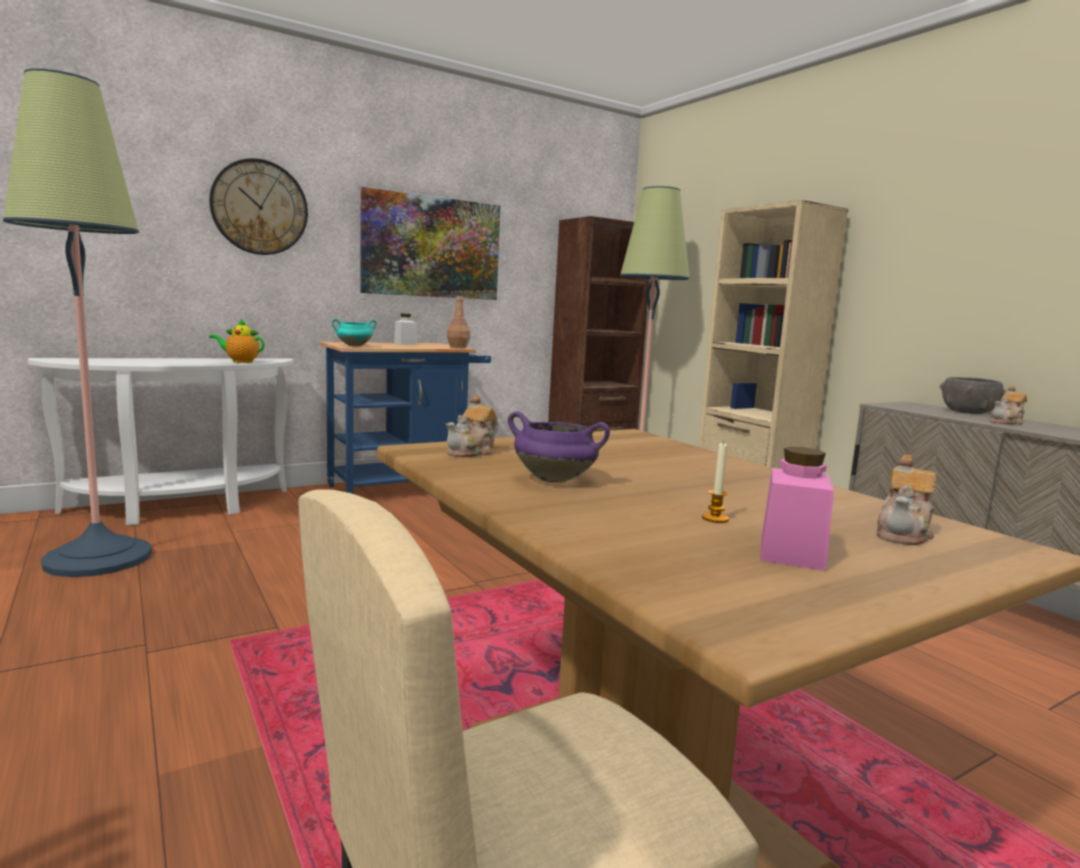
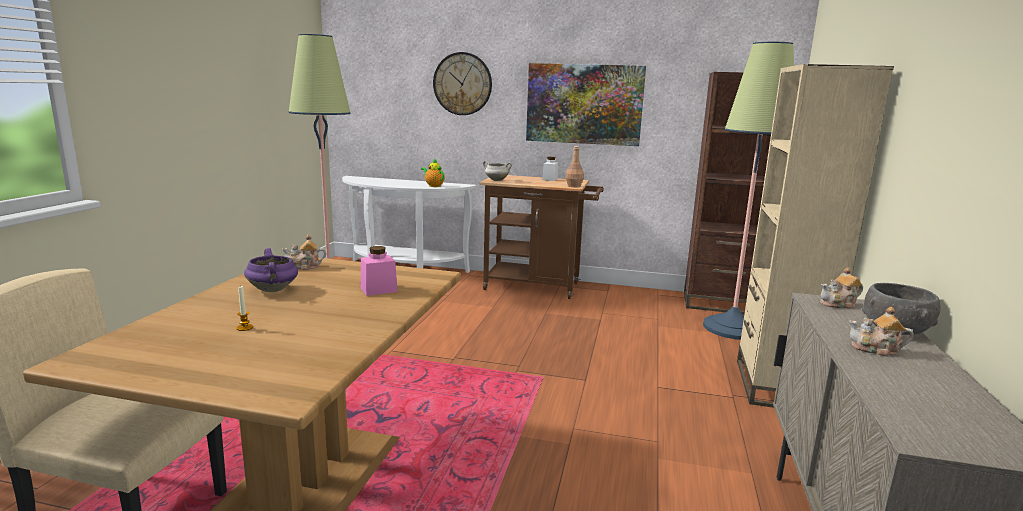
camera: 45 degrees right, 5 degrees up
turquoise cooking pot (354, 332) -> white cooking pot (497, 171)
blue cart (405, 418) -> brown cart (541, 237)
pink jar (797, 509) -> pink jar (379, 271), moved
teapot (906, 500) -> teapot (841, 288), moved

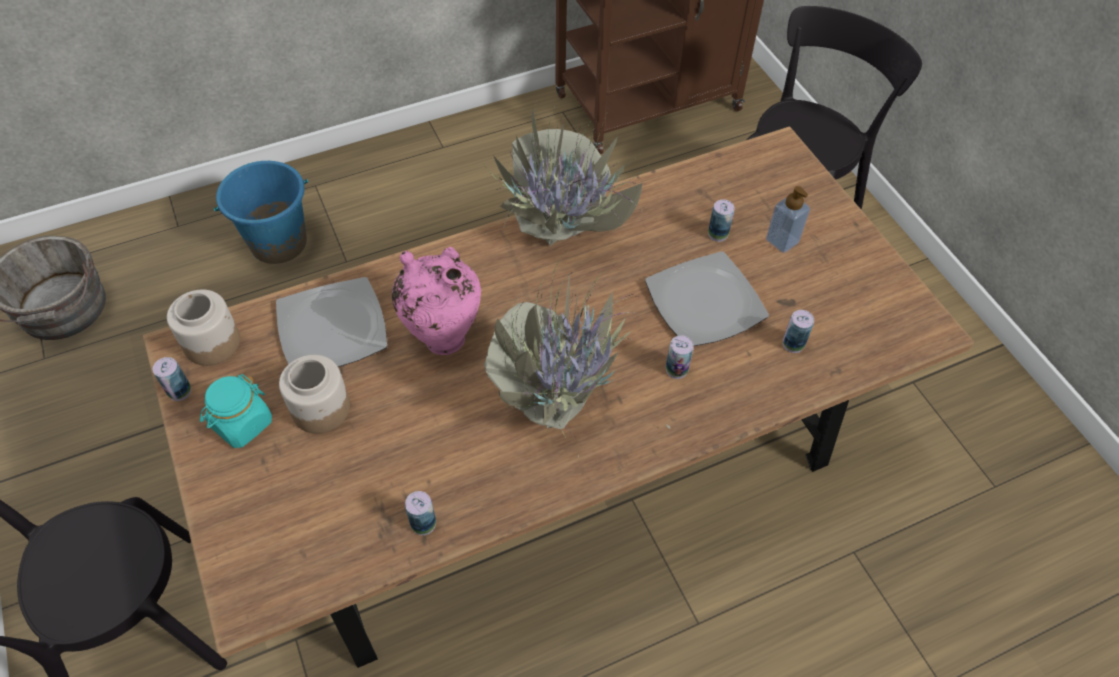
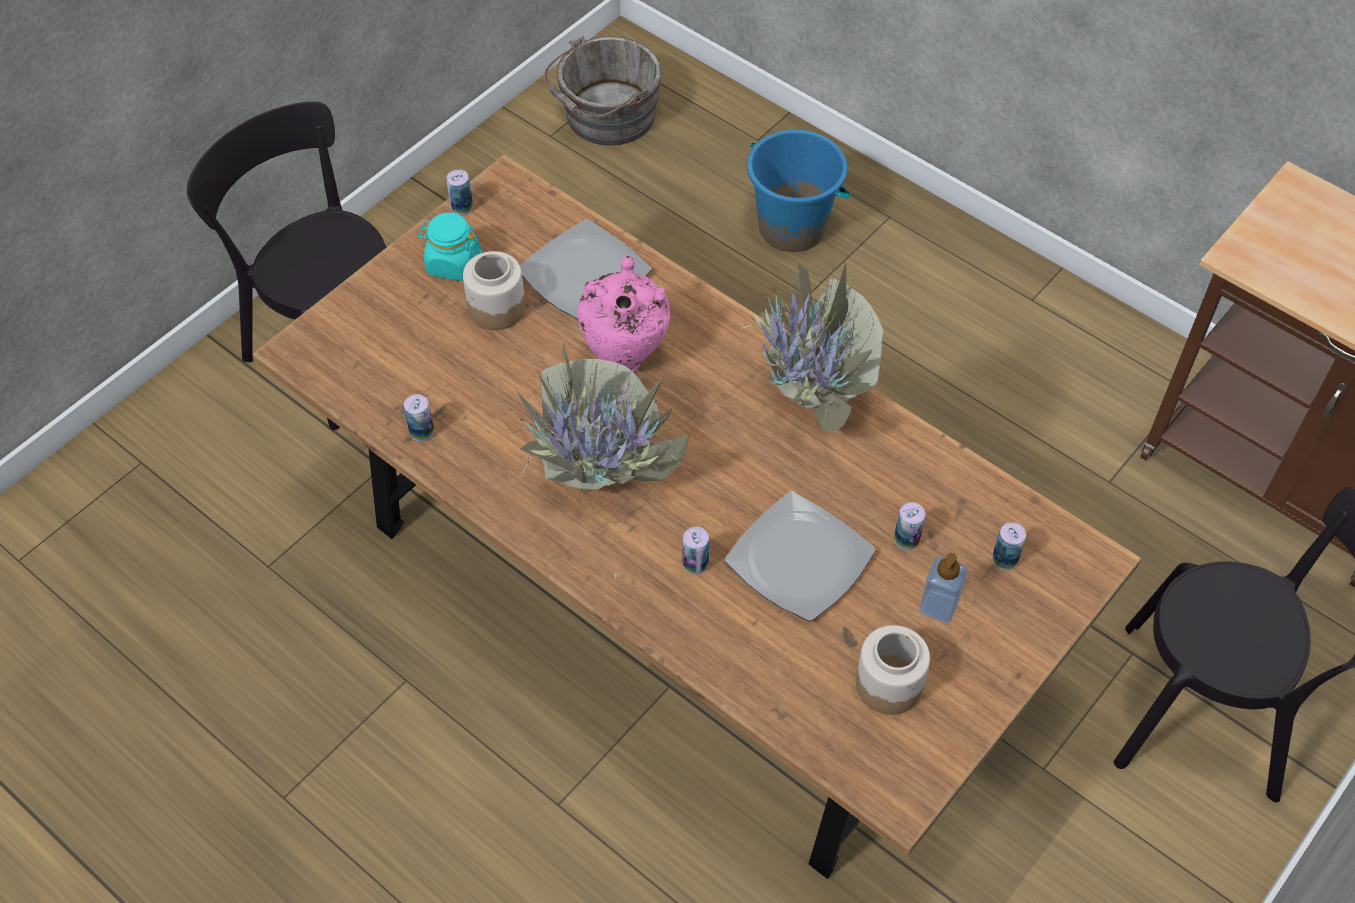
camera: 65 degrees right, 0 degrees up
jar (203, 327) -> jar (893, 670), moved
can (798, 331) -> can (1009, 546), moved

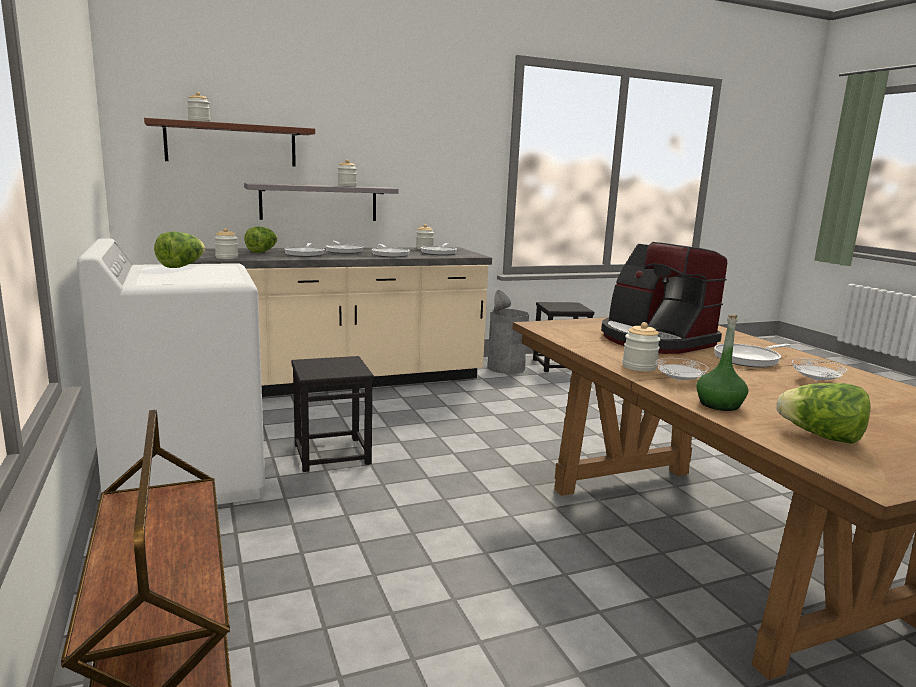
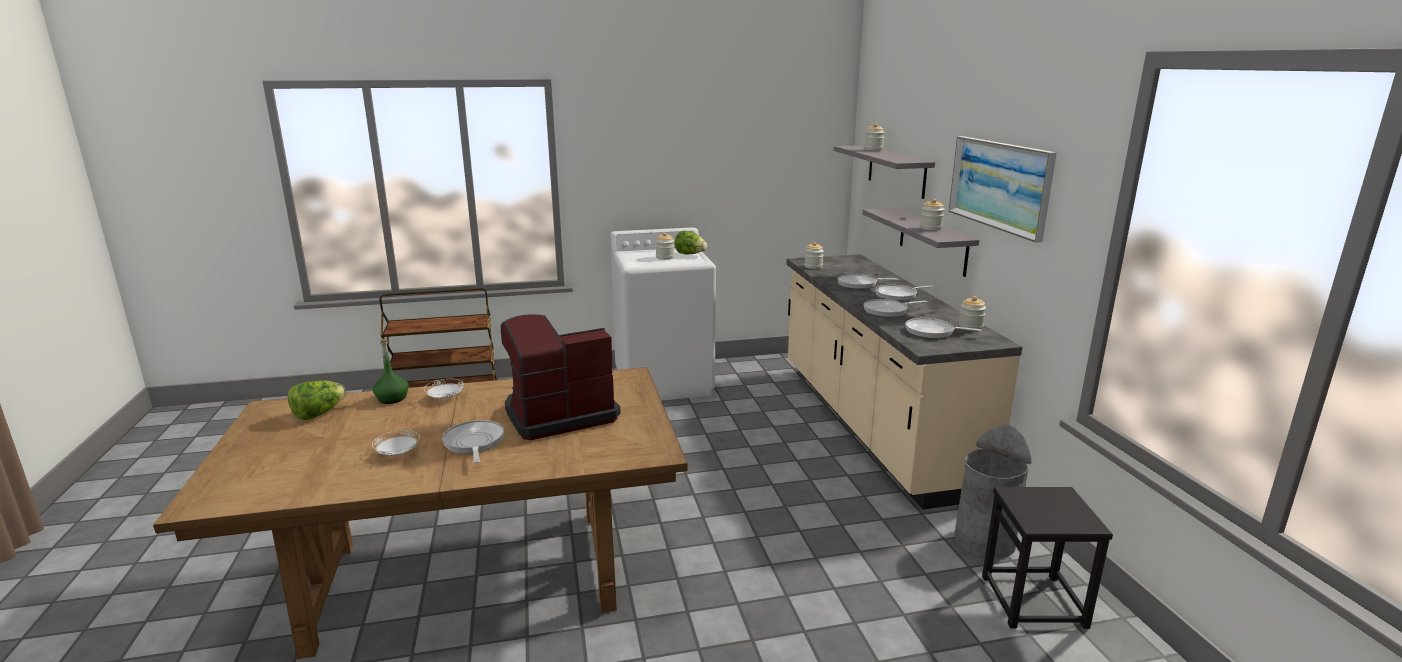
camera: 100 degrees right, 5 degrees up
brown shelf (229, 142) -> grey shelf (884, 172)
lettuce (261, 239) -> none
jar (641, 347) -> jar (664, 246), moved
black stool (332, 414) -> none
none -> picture (1003, 189)

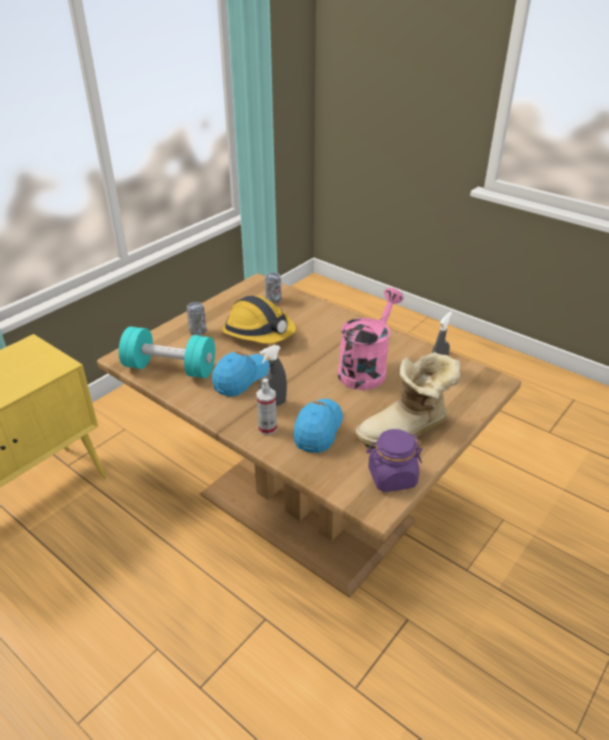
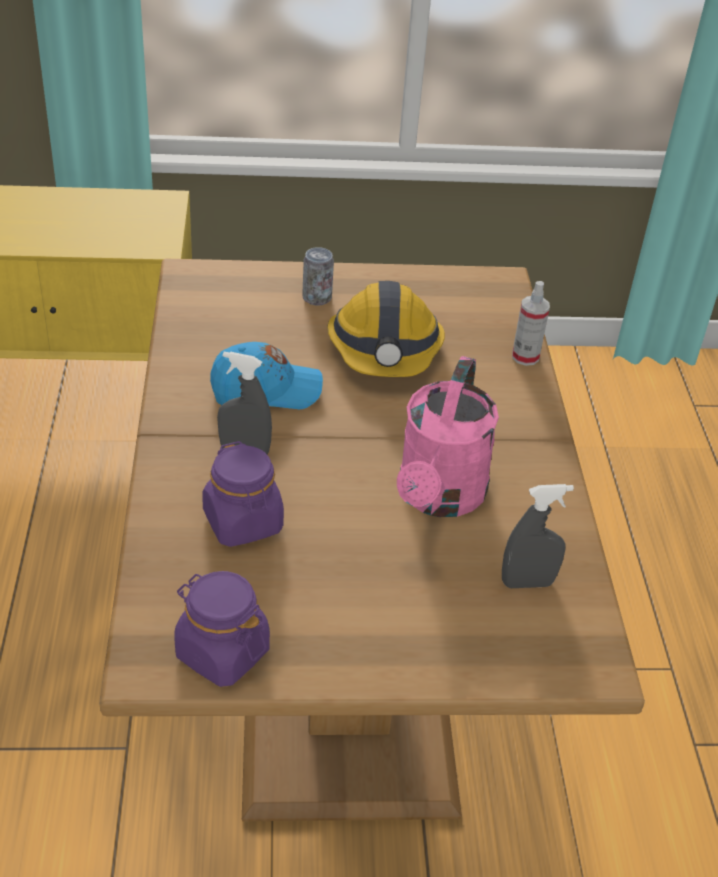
camera: 45 degrees right, 5 degrees up
can (273, 288) -> none
pink watering can (371, 339) -> pink watering can (448, 436), 120 degrees clockwise
turquoise dumbbell (167, 352) -> none
boot (408, 400) -> none
spray bottle (266, 406) -> spray bottle (531, 323), moved
blue cap (318, 426) -> purple jar (243, 494)

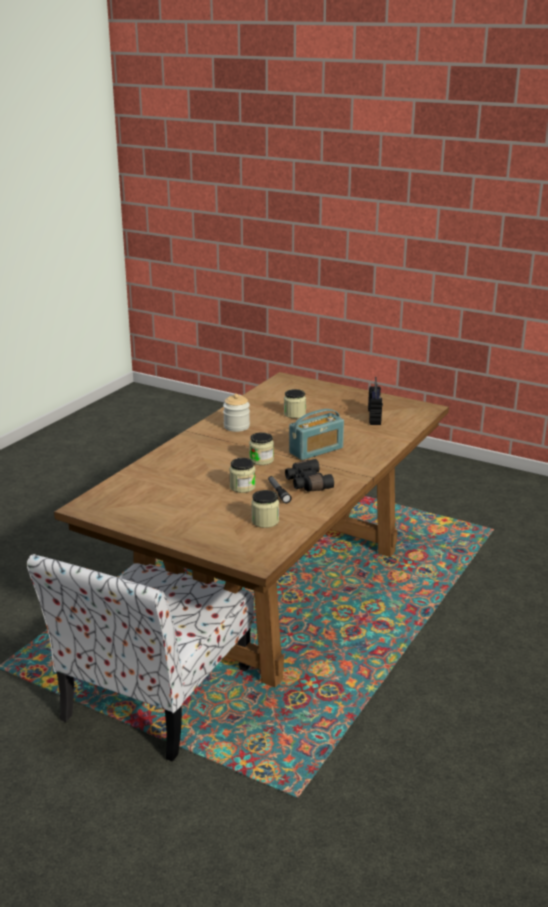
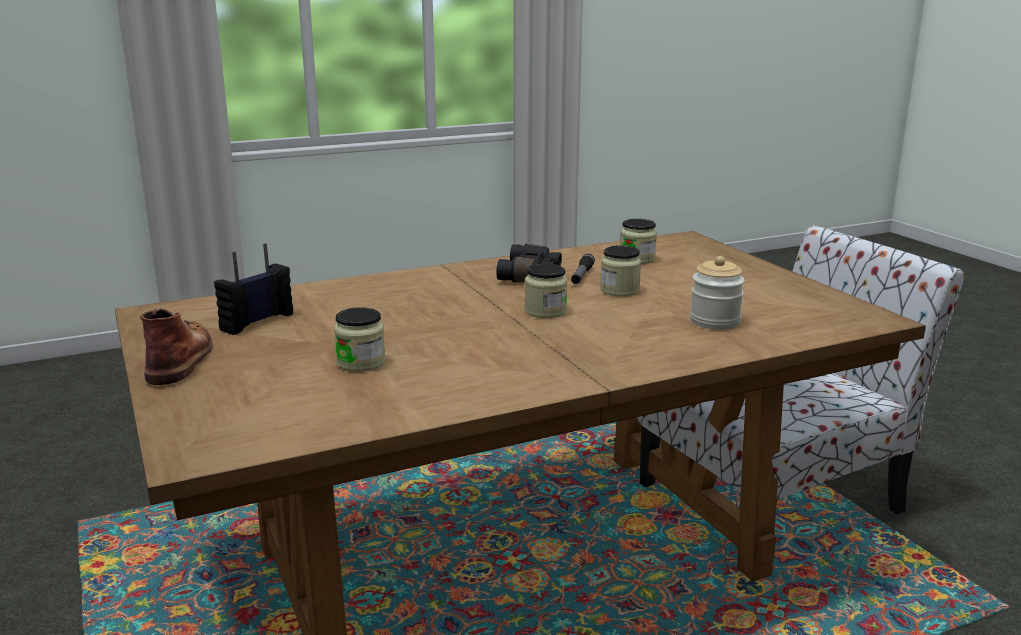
camera: 145 degrees left, 5 degrees down
jar (236, 413) -> jar (717, 293), moved
radio (316, 434) -> none
none -> brown boot (176, 346)

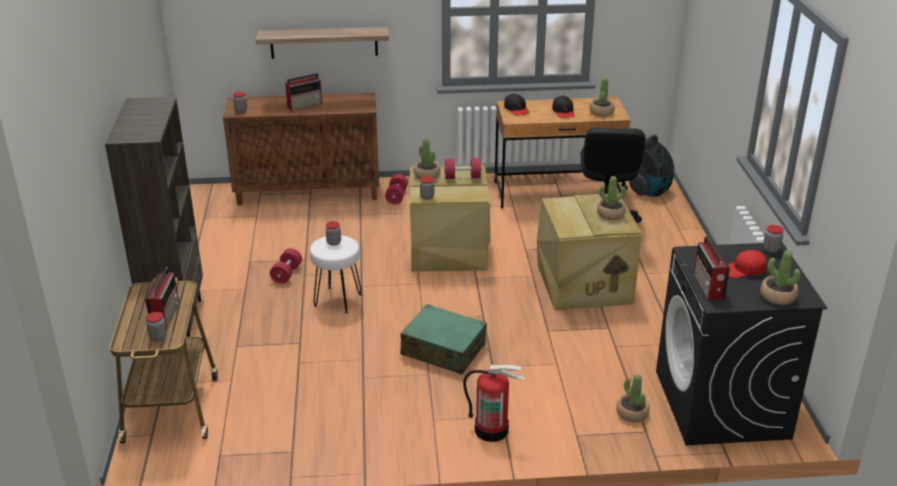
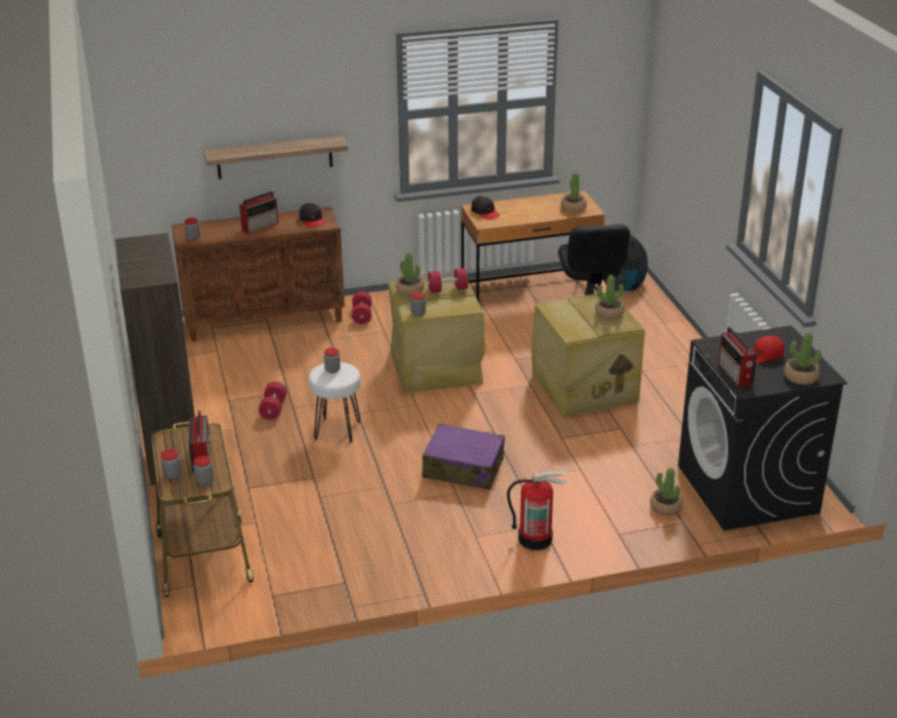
camera: 10 degrees left, 0 degrees up
black cap (563, 107) -> black cap (311, 215), moved
jar (773, 239) -> jar (171, 464), moved
green suitcase (444, 339) -> purple suitcase (463, 456)

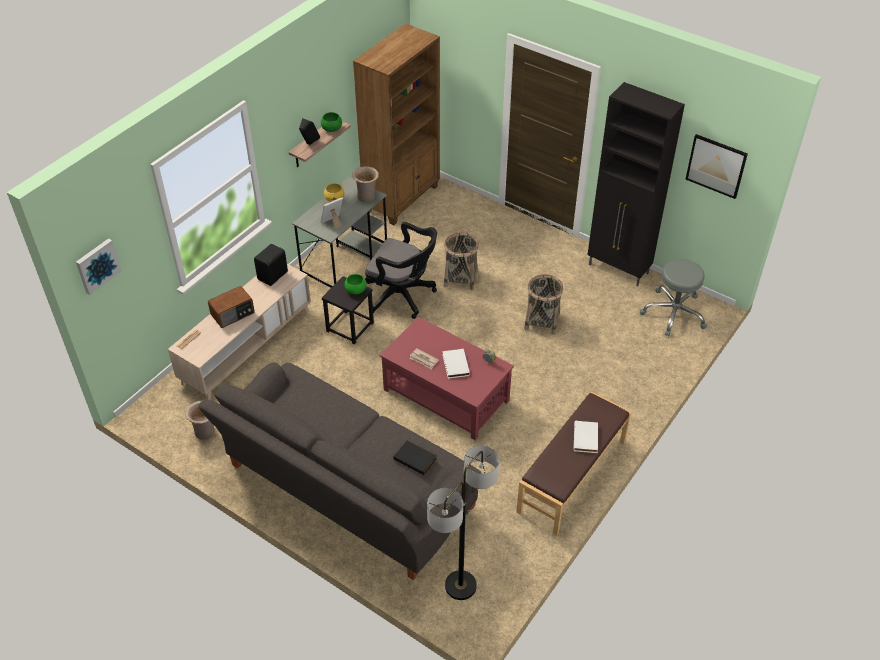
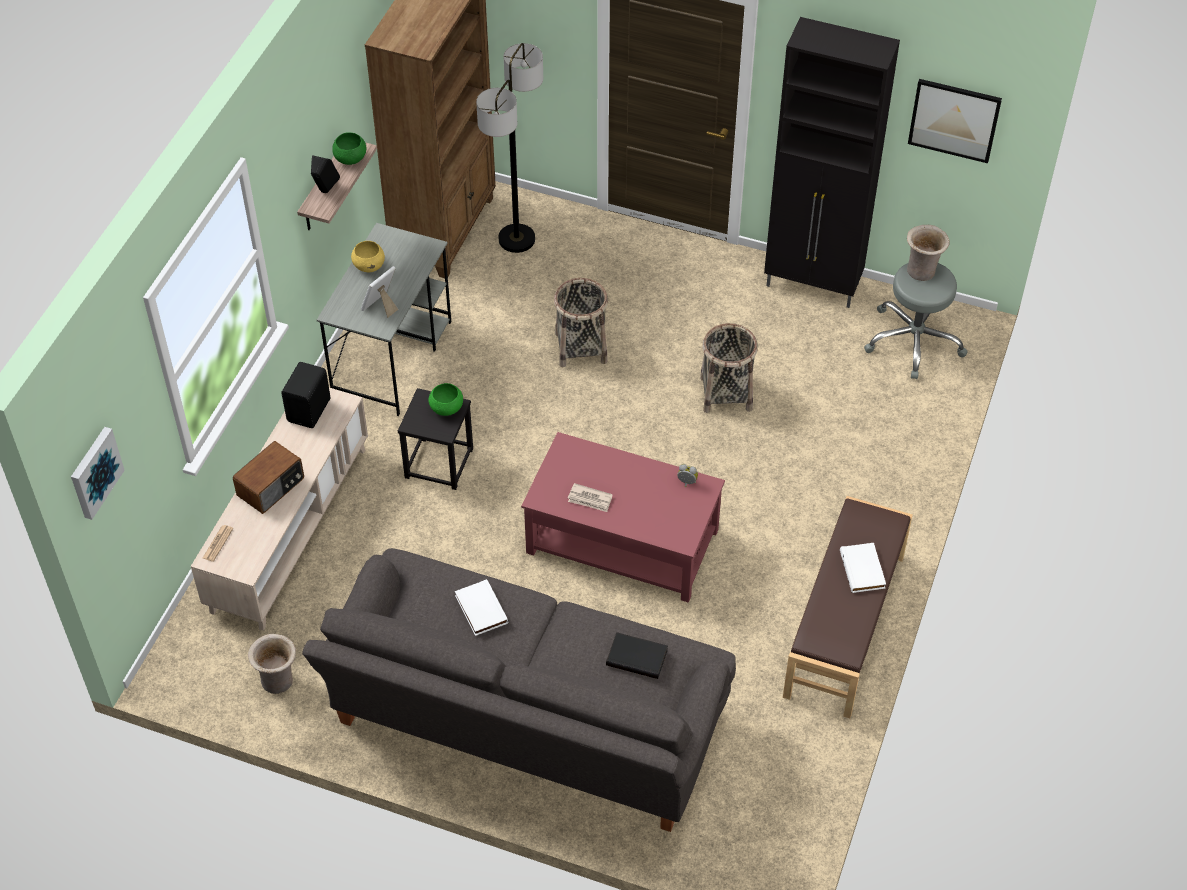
camera: 15 degrees left, 5 degrees up
beige vase (365, 184) -> beige vase (928, 253), moved
black office chair (401, 270) -> none
white book (456, 364) -> white book (481, 607), moved
floor lamp (463, 522) -> floor lamp (509, 148), moved

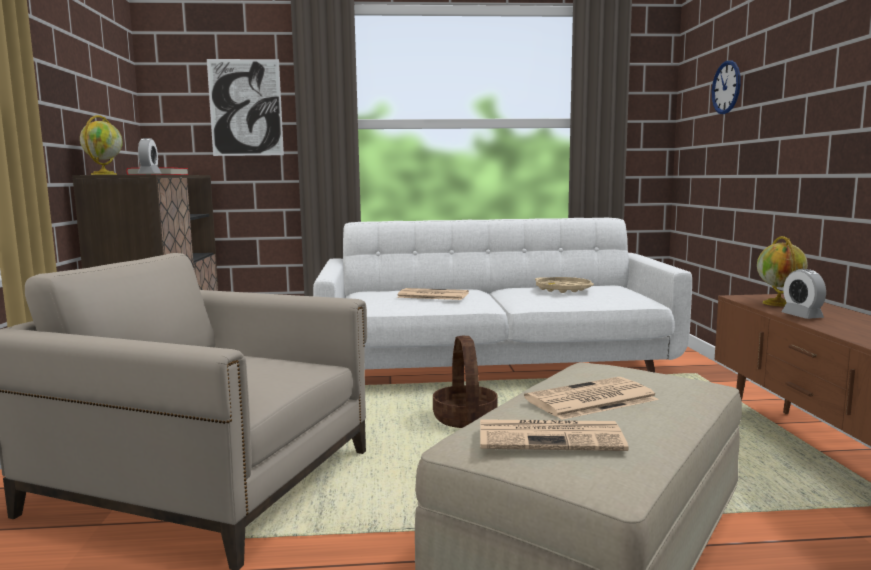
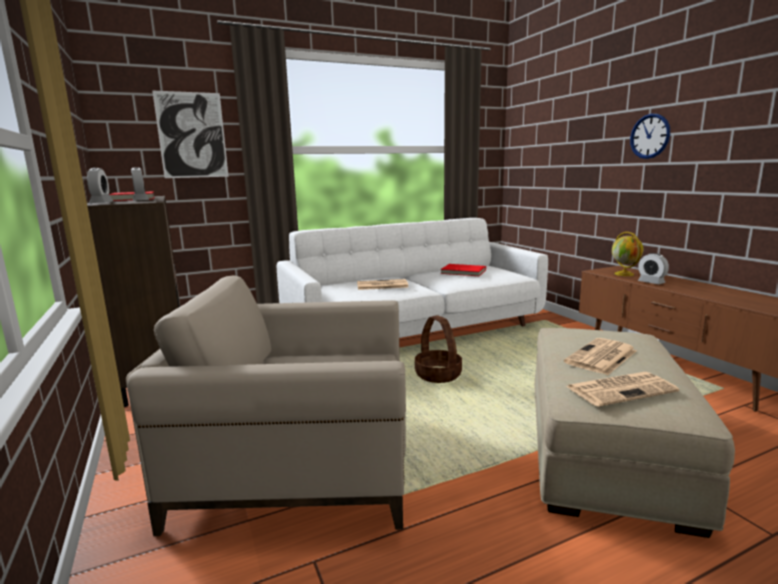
camera: 20 degrees left, 5 degrees up
wall clock (726, 87) -> wall clock (650, 136), moved
globe (101, 145) -> alarm clock (100, 185)
beige tray (564, 285) -> red book (463, 270)

